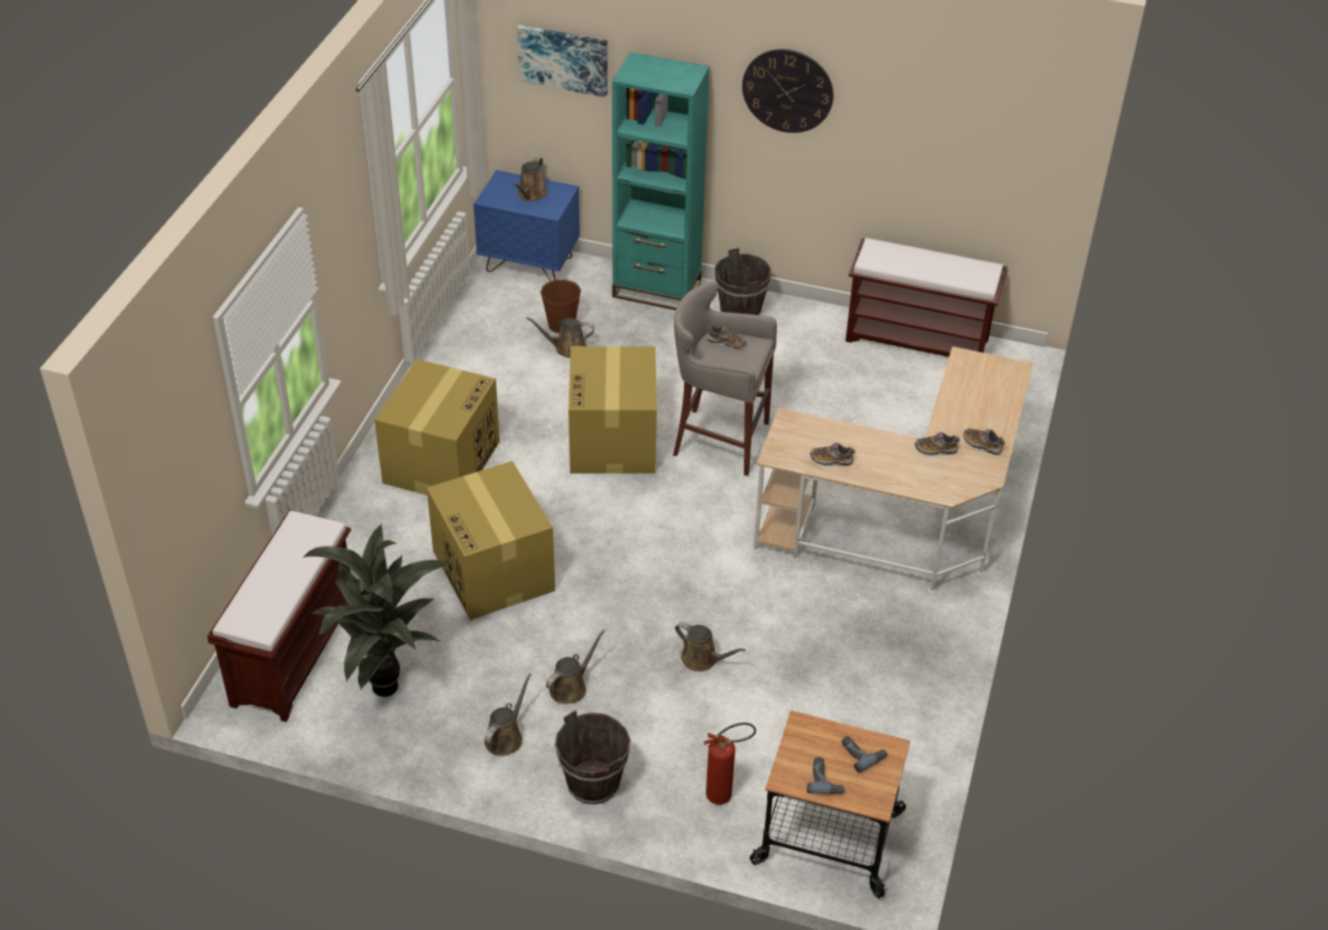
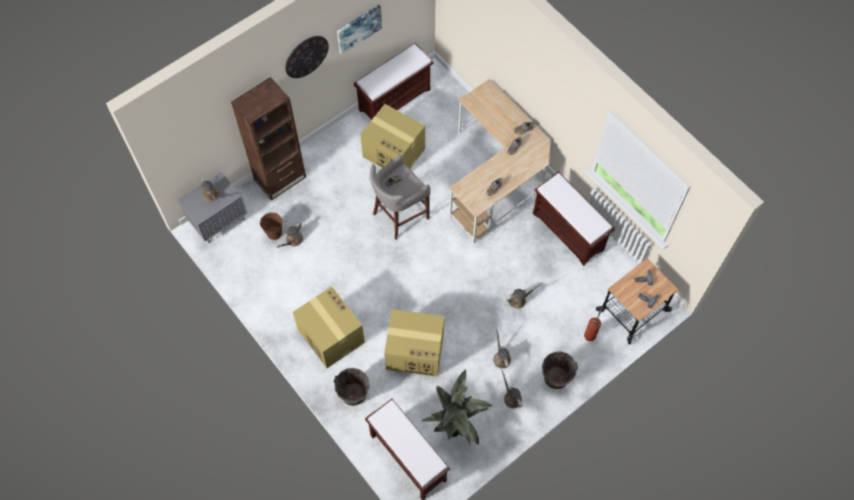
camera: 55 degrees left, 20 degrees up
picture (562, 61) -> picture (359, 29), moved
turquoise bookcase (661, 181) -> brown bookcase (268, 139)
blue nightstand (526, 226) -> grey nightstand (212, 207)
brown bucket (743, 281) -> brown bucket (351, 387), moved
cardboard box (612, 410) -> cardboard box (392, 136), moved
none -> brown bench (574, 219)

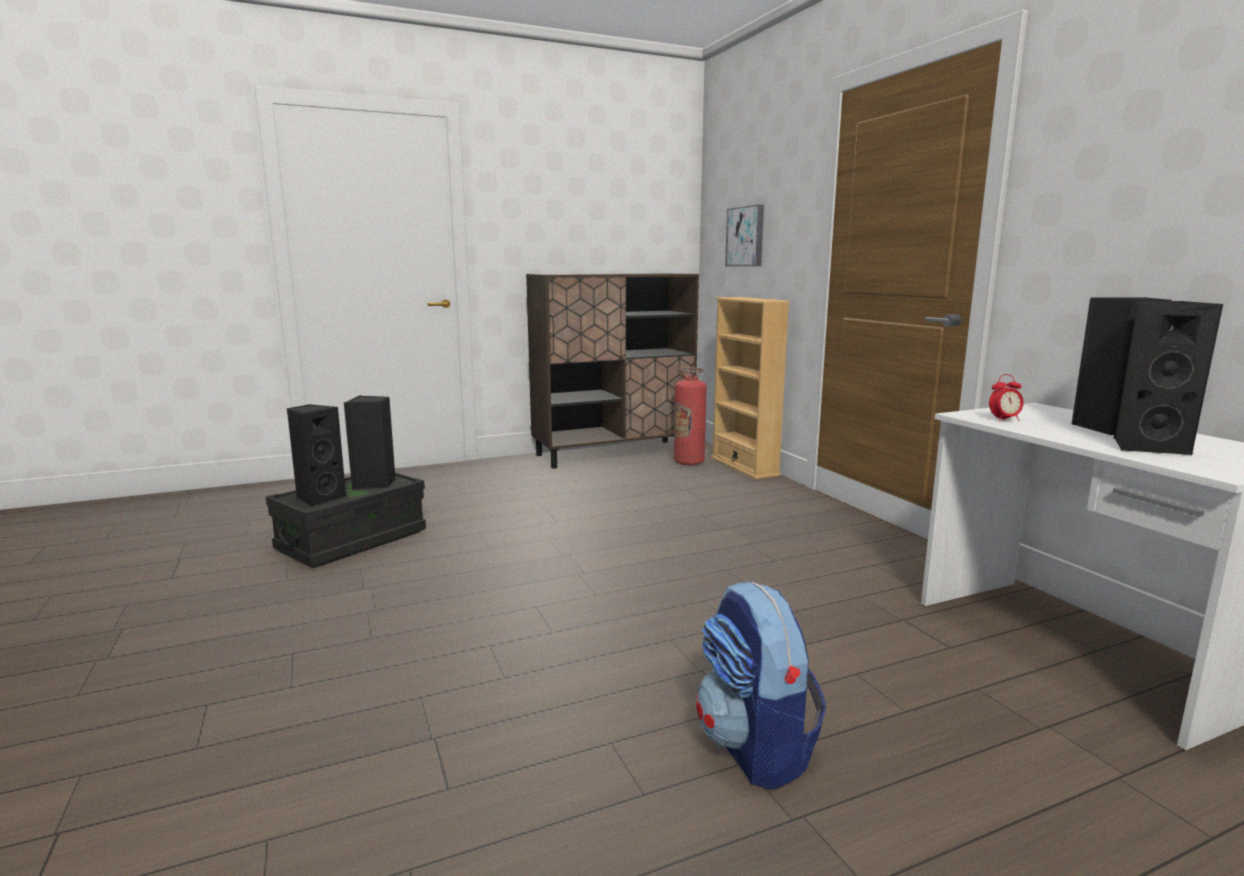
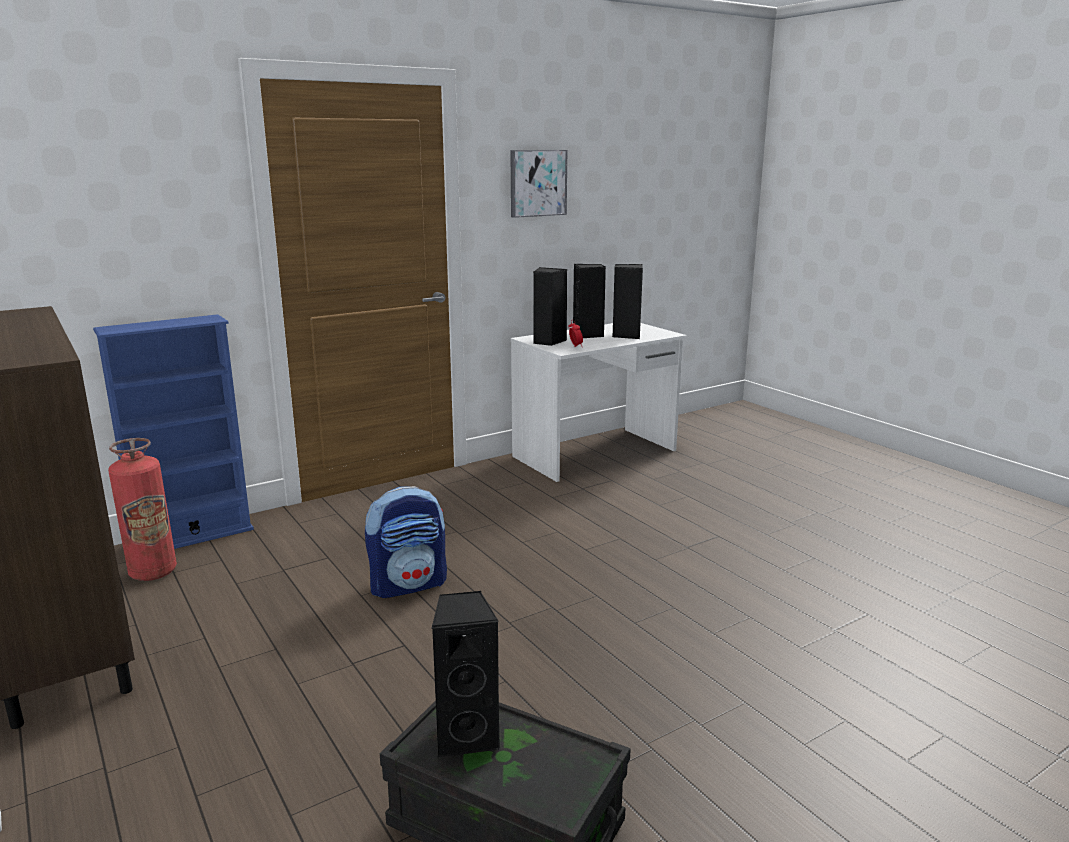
camera: 100 degrees left, 5 degrees up
picture (744, 235) -> picture (538, 184), moved
beige bookcase (750, 388) -> blue bookcase (173, 431)
black speaker (316, 455) -> black speaker (550, 306), moved
backpack (761, 686) -> backpack (406, 542), moved

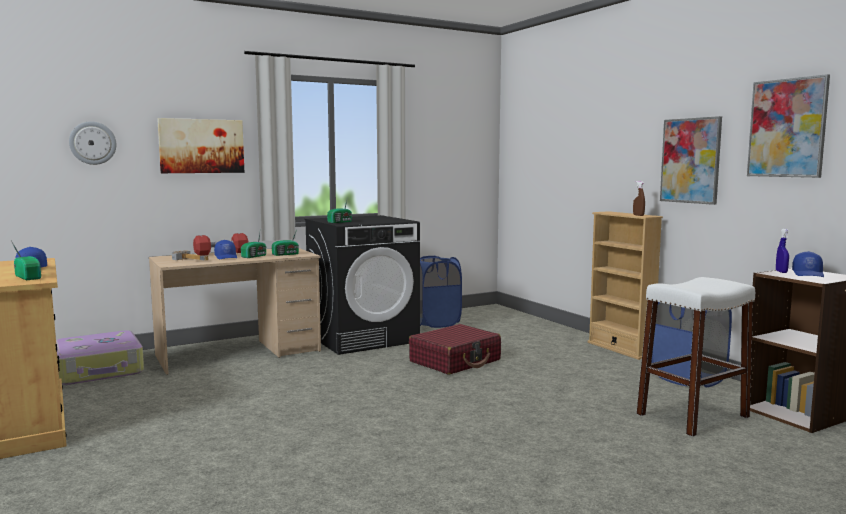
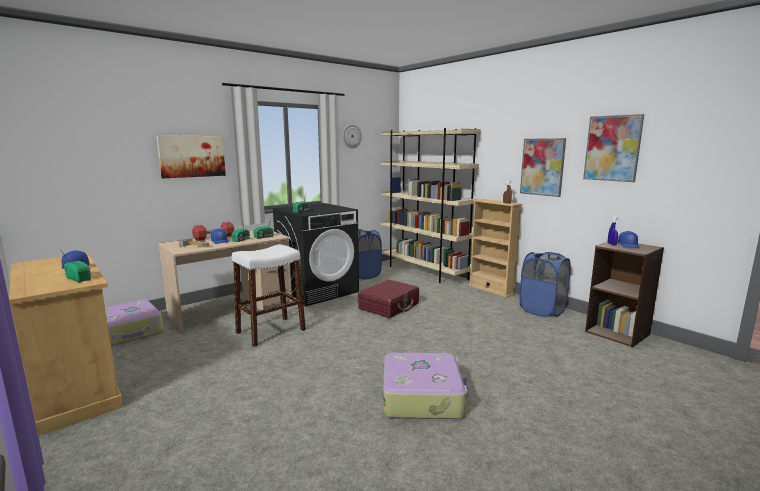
camera: 10 degrees left, 5 degrees up
wall clock (92, 143) -> wall clock (352, 136), moved
white stool (695, 357) -> white stool (269, 295), moved
none -> beige bookcase (431, 205)
none -> suitcase (426, 386)

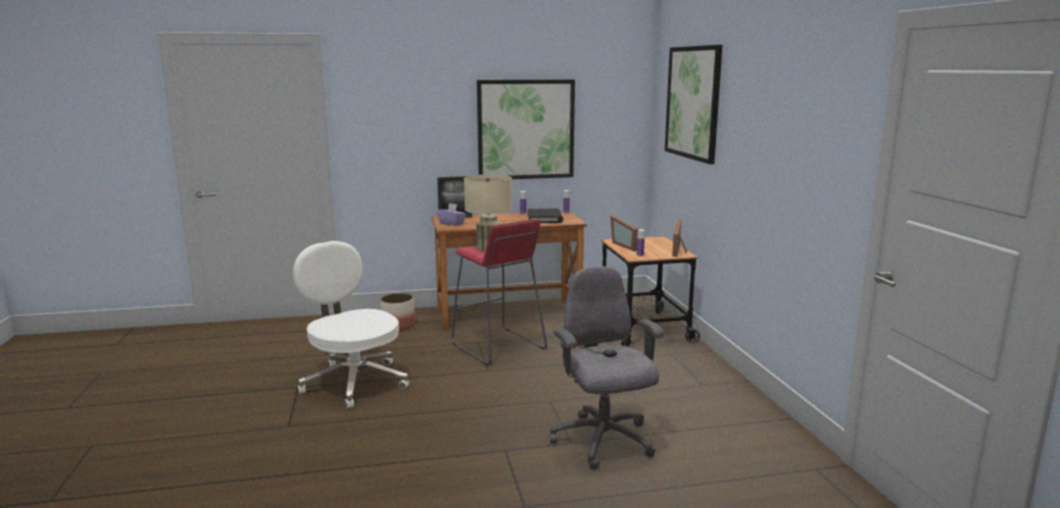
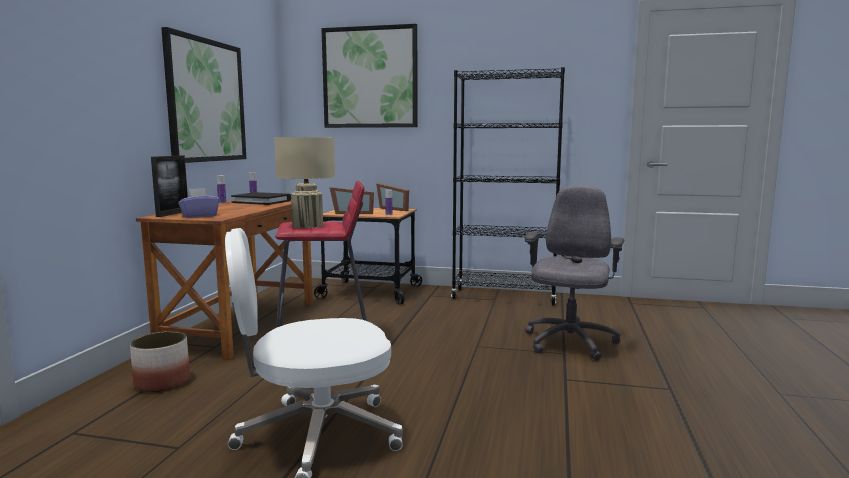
camera: 65 degrees left, 5 degrees down
grey office chair (607, 368) -> grey office chair (575, 273), 105 degrees clockwise
none -> black bookcase (508, 186)

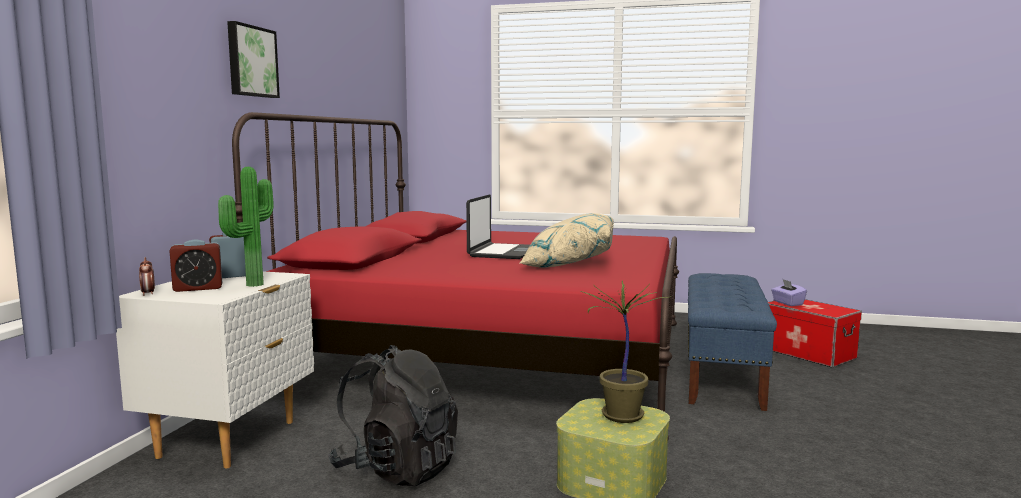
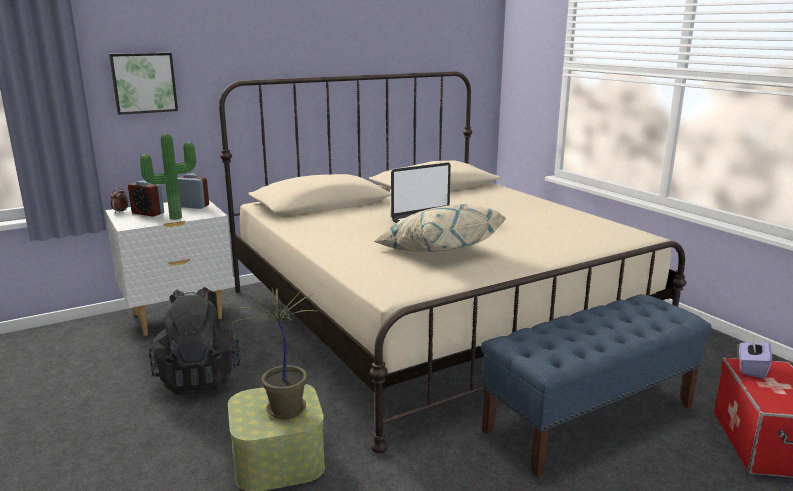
camera: 45 degrees right, 10 degrees up
picture (253, 59) -> picture (143, 84), moved
red bed (455, 275) -> beige bed (452, 262)

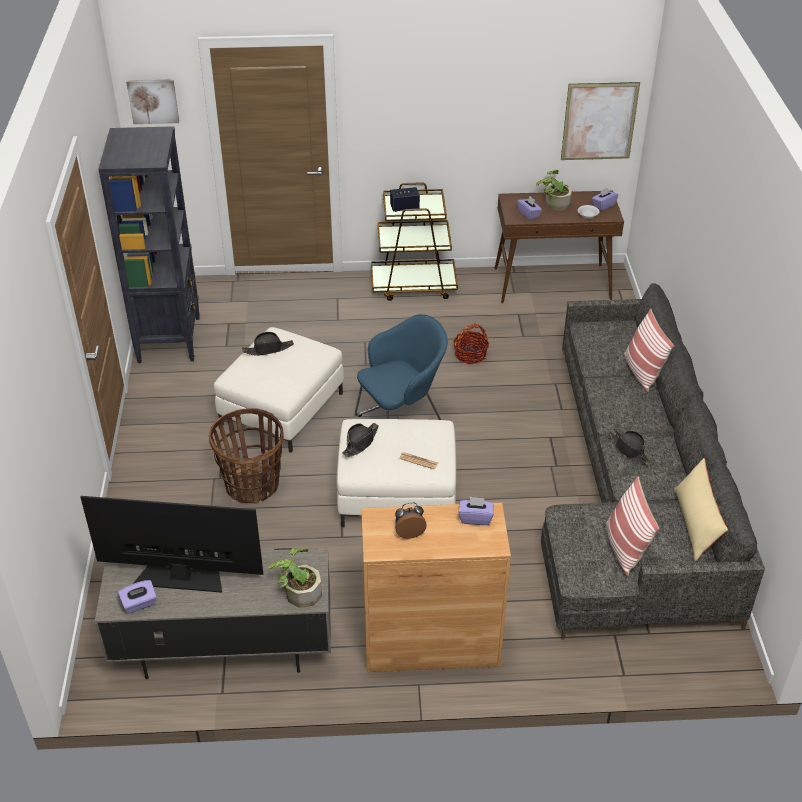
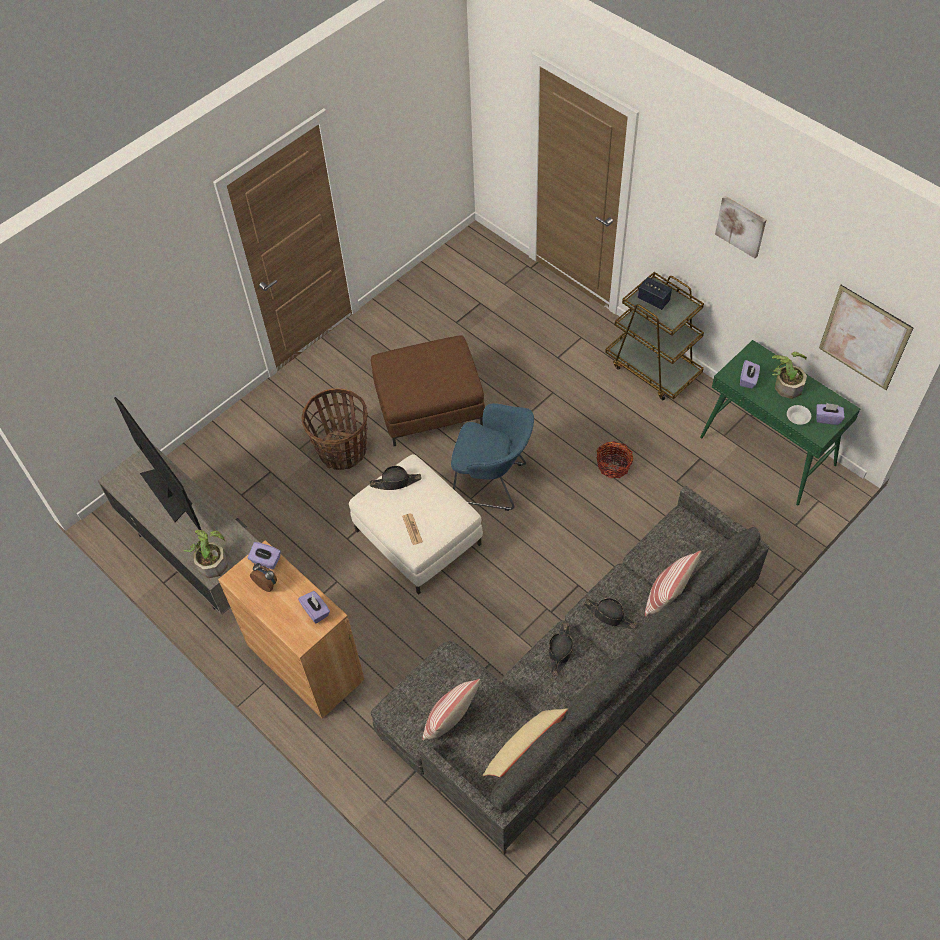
camera: 50 degrees right, 15 degrees up
picture (152, 101) -> picture (740, 227), moved
black bookcase (149, 244) -> none
brown console table (559, 247) -> green console table (780, 422)
white ottoman (279, 390) -> brown ottoman (428, 390)
black hat (268, 344) -> black hat (609, 613), moved
purple tissue box (137, 596) -> purple tissue box (264, 555), moved

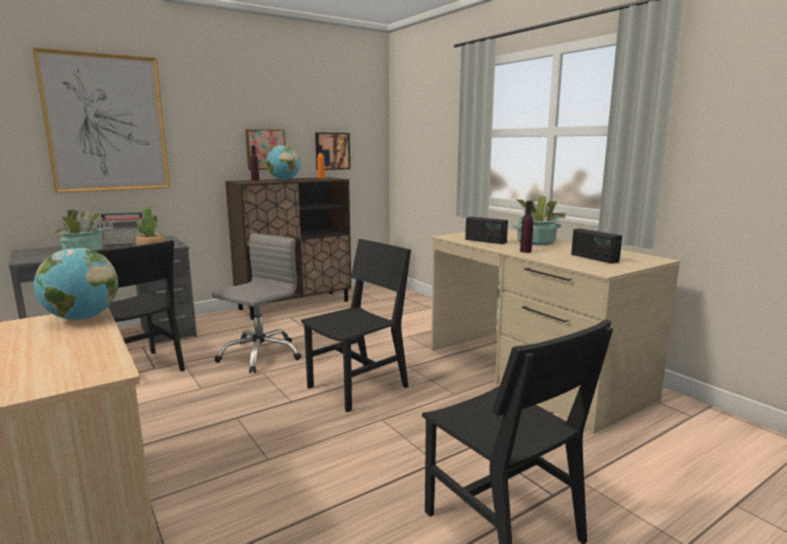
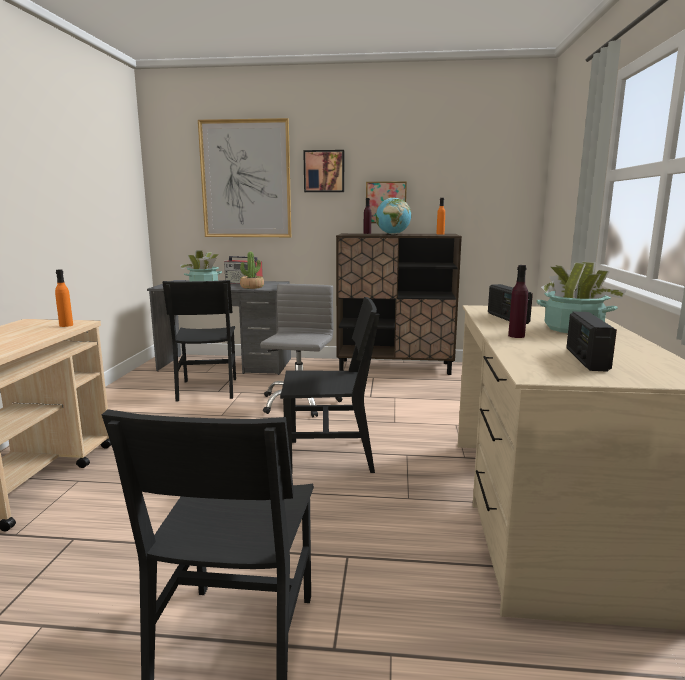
camera: 40 degrees right, 0 degrees up
picture (332, 151) -> picture (323, 171), moved
grey office chair (257, 303) -> grey office chair (301, 350), 60 degrees counterclockwise
globe (76, 284) -> orange bottle (64, 298)

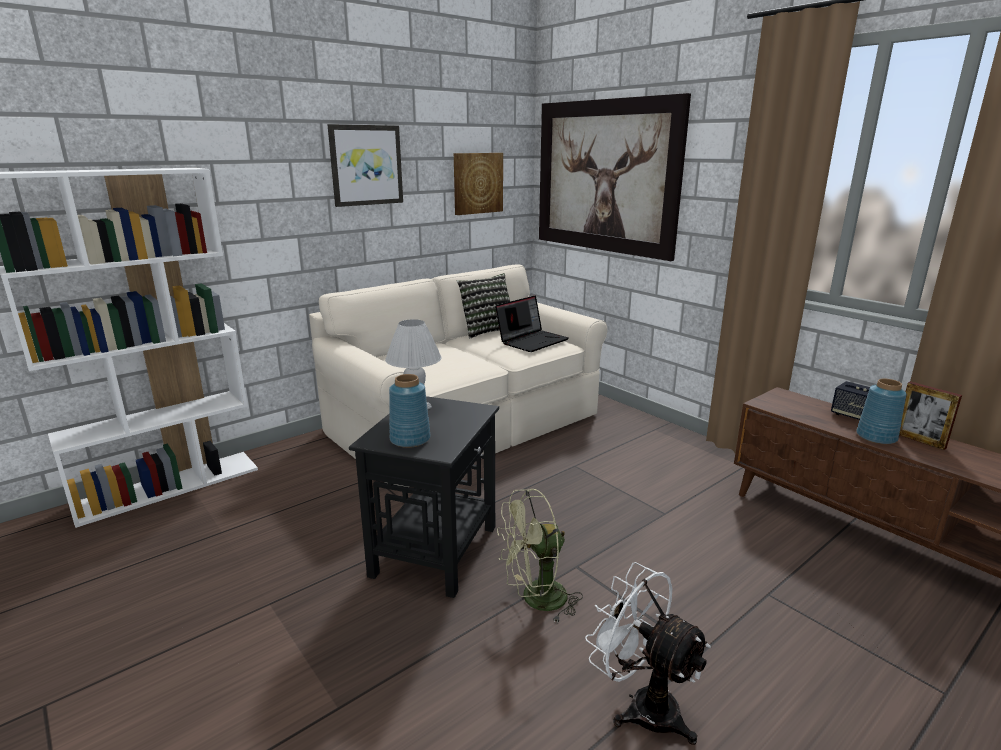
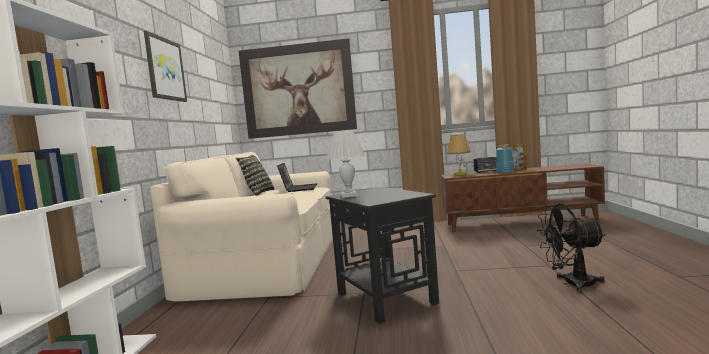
camera: 45 degrees left, 15 degrees down
picture (478, 184) -> none
blue vase (410, 411) -> none
green fan (540, 555) -> none
white fan (648, 653) -> black fan (571, 248)
none -> table lamp (459, 154)

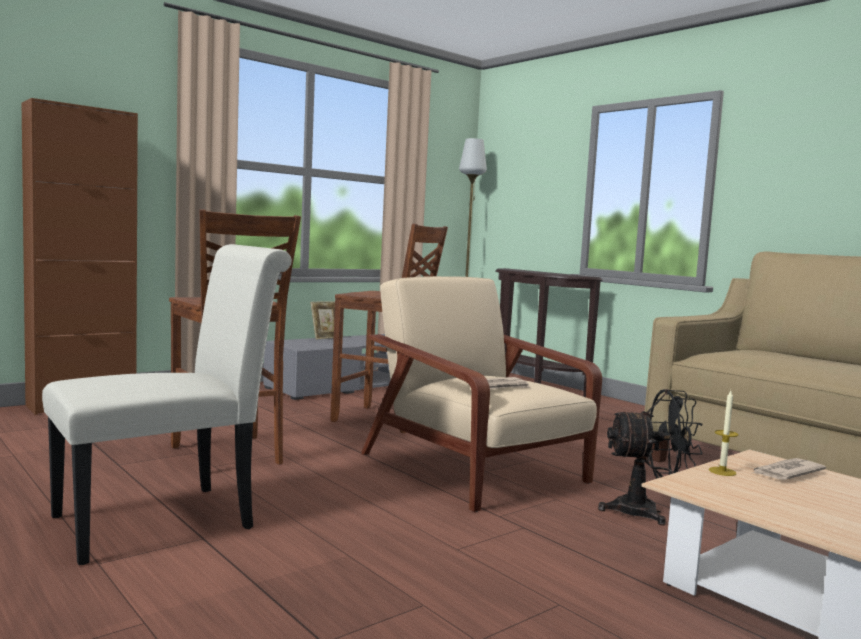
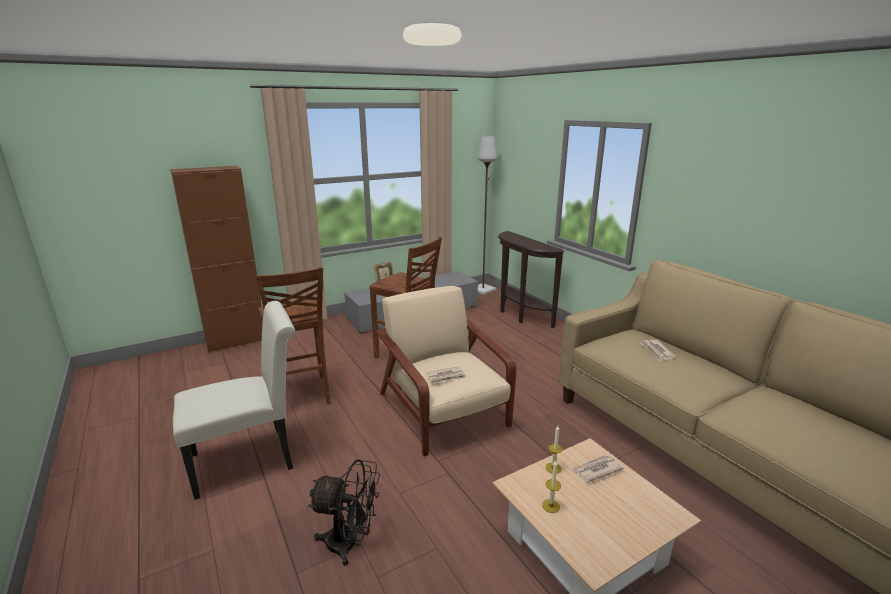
camera: 10 degrees right, 15 degrees up
black fan (650, 457) -> black fan (344, 512), moved
none -> newspaper (658, 350)
none -> candle (551, 487)

